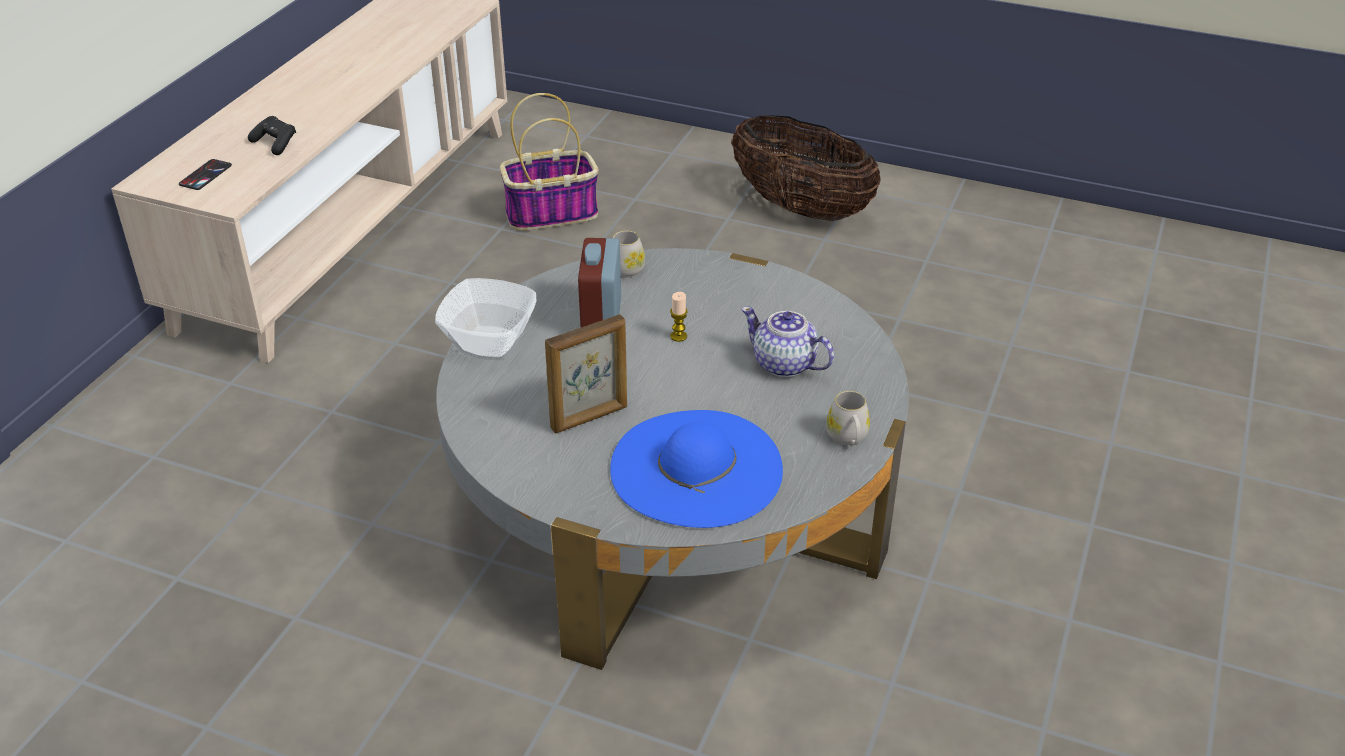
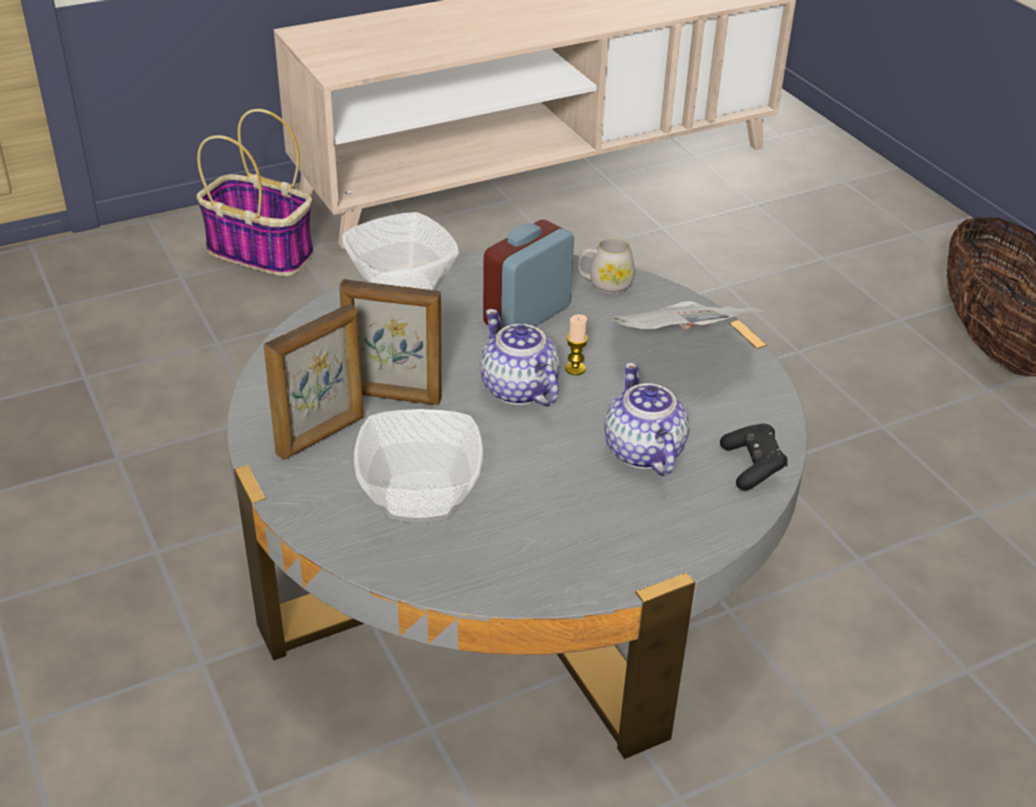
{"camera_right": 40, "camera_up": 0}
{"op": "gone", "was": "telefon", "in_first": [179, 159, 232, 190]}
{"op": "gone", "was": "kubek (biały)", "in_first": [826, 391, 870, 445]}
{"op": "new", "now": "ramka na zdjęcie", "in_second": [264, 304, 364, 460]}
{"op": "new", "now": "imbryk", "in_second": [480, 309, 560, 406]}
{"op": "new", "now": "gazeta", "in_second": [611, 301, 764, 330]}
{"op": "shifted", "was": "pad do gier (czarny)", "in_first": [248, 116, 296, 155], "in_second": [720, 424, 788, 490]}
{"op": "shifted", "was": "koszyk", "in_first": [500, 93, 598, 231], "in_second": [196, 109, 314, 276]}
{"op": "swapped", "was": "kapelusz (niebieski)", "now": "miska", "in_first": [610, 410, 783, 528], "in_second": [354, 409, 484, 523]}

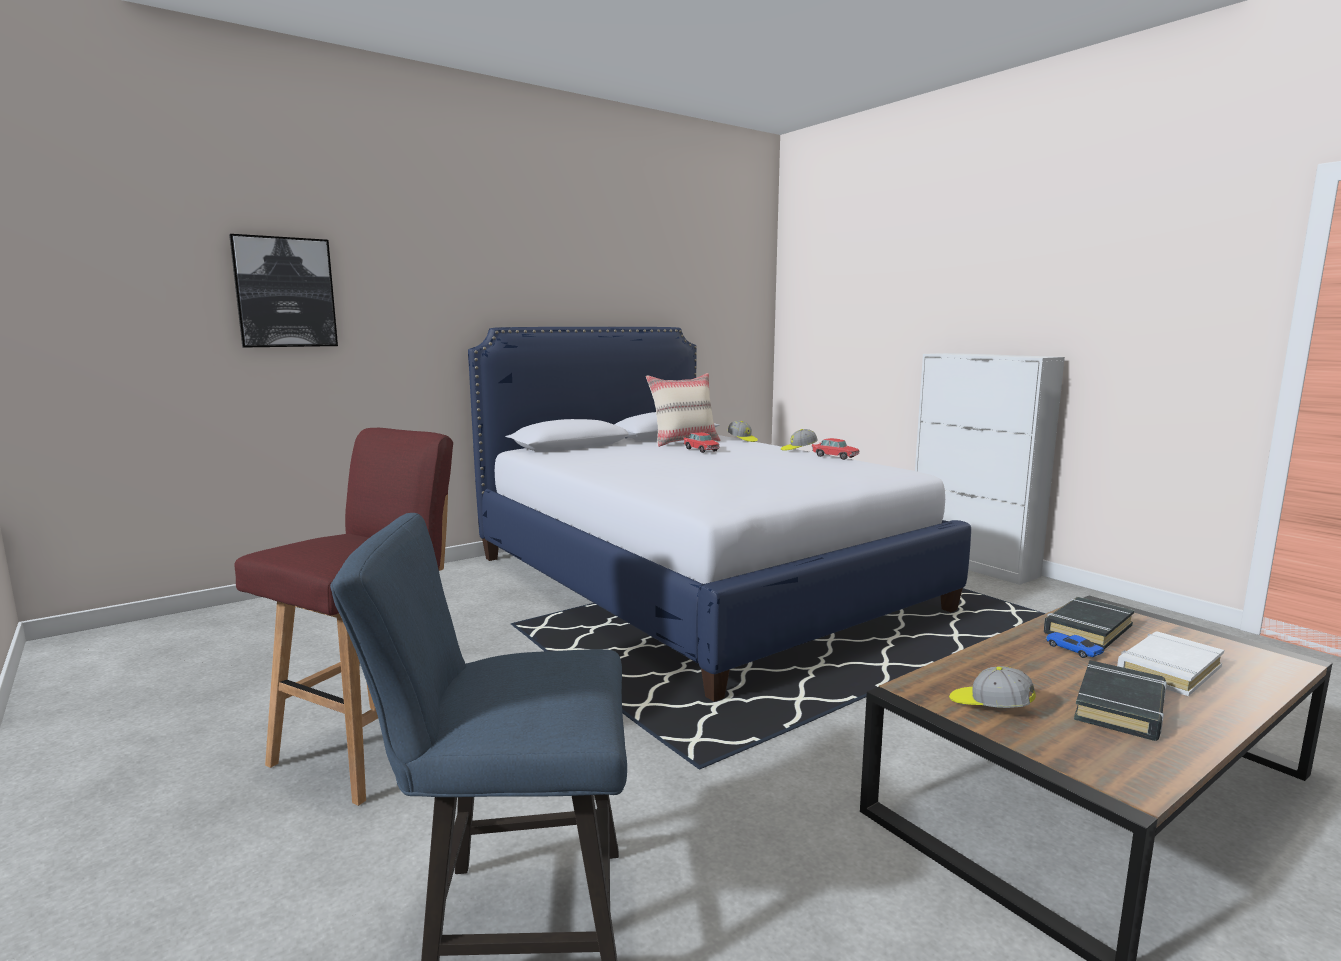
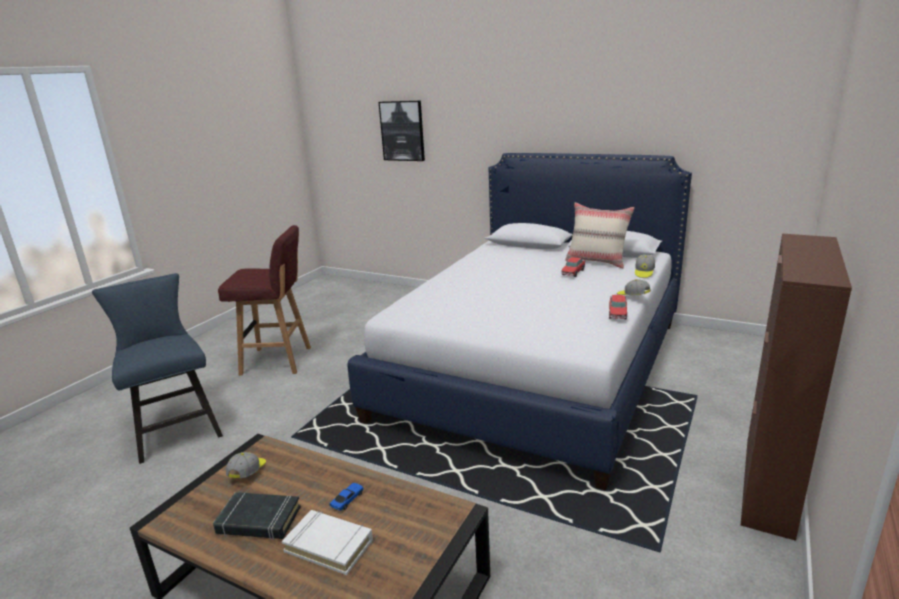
{"camera_right": 65, "camera_up": 10}
{"op": "gone", "was": "książka (czarny)", "in_first": [1044, 597, 1135, 649]}
{"op": "repainted", "was": "szafka (biały)", "now": "szafka (brązowy)", "in_first": [915, 353, 1065, 585], "in_second": [741, 234, 852, 541]}

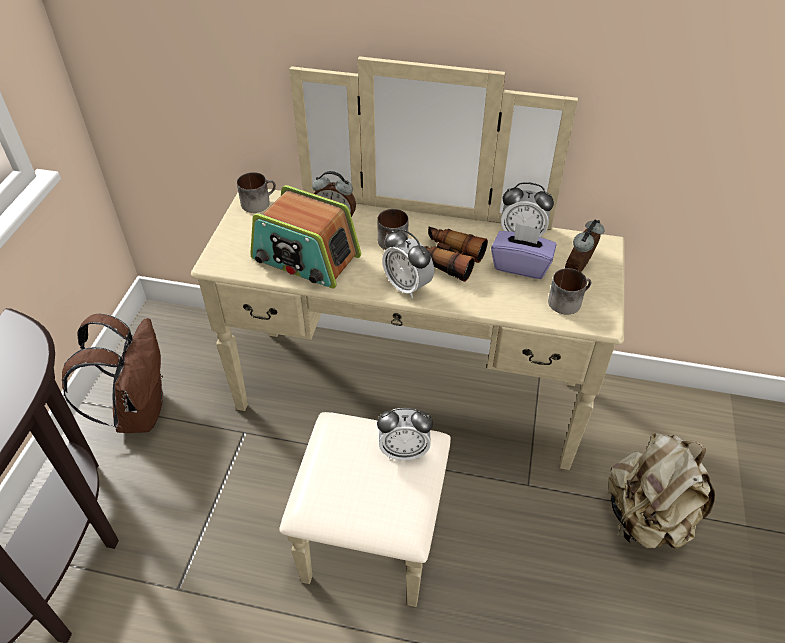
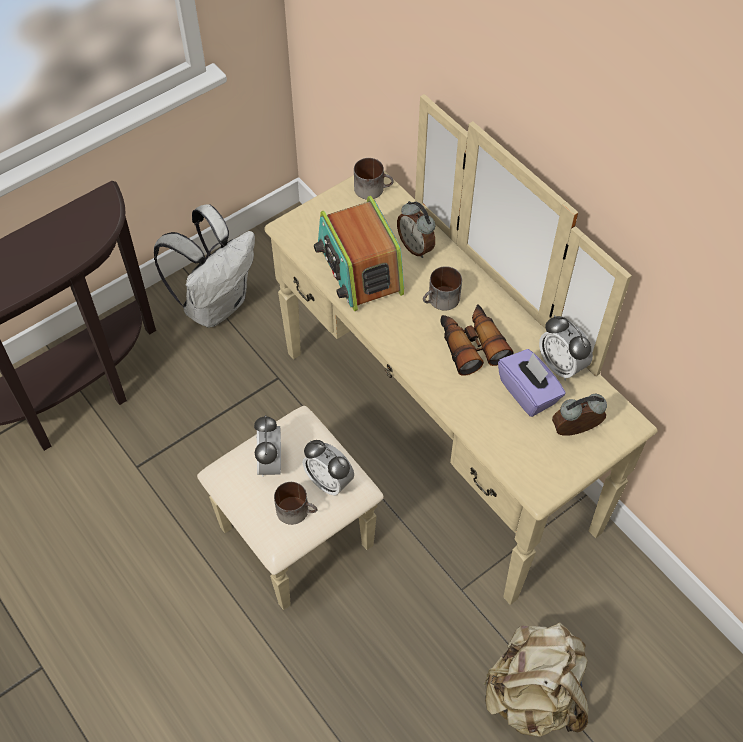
{"camera_right": 40, "camera_up": 10}
{"op": "shifted", "was": "budzik", "in_first": [382, 229, 434, 298], "in_second": [254, 415, 281, 477]}
{"op": "shifted", "was": "kubek", "in_first": [548, 268, 592, 315], "in_second": [274, 482, 317, 525]}
{"op": "repainted", "was": "plecak (brązowy)", "now": "plecak (biały)", "in_first": [62, 314, 163, 433], "in_second": [154, 204, 255, 328]}

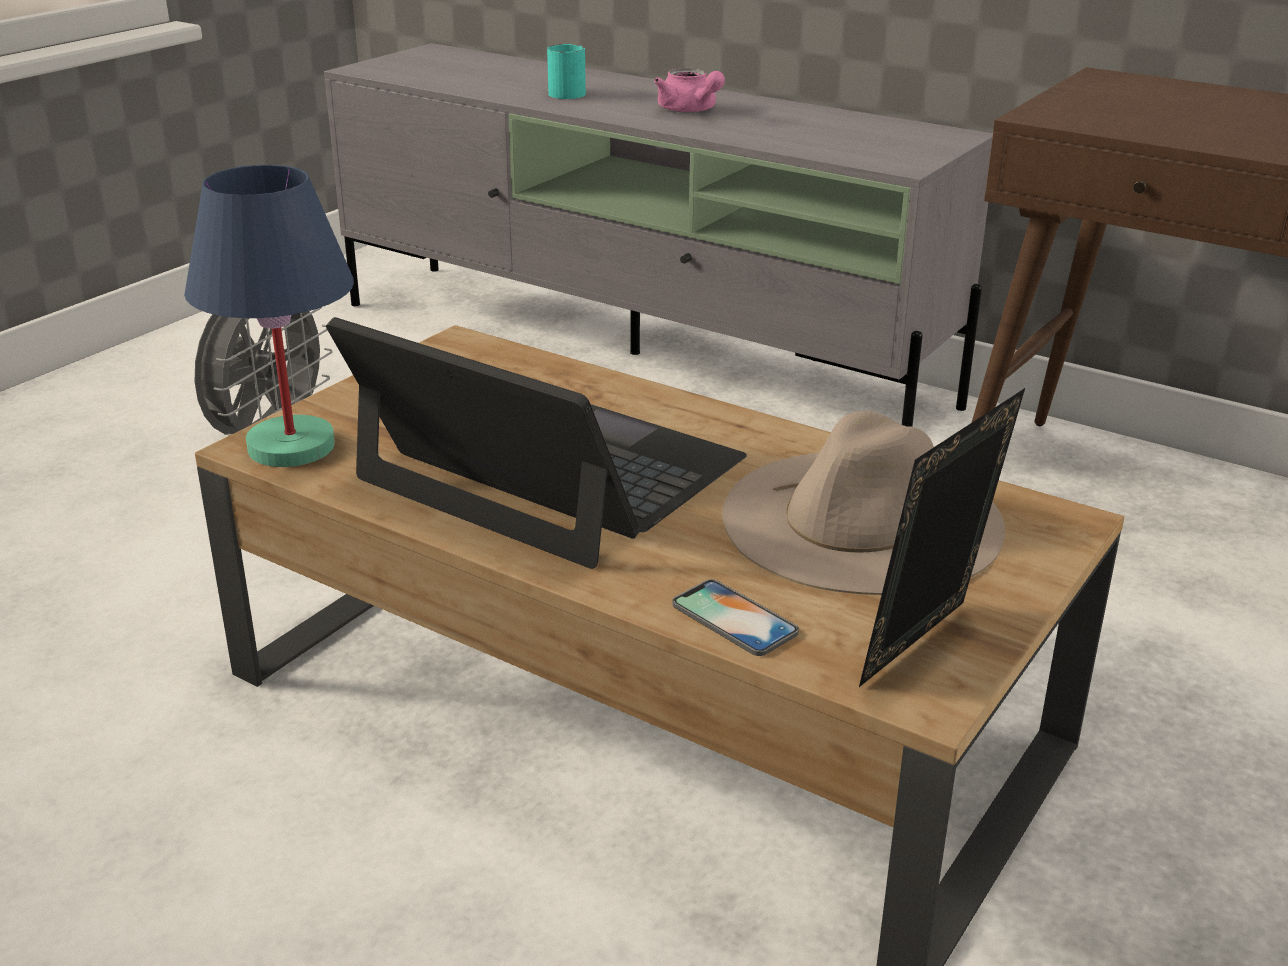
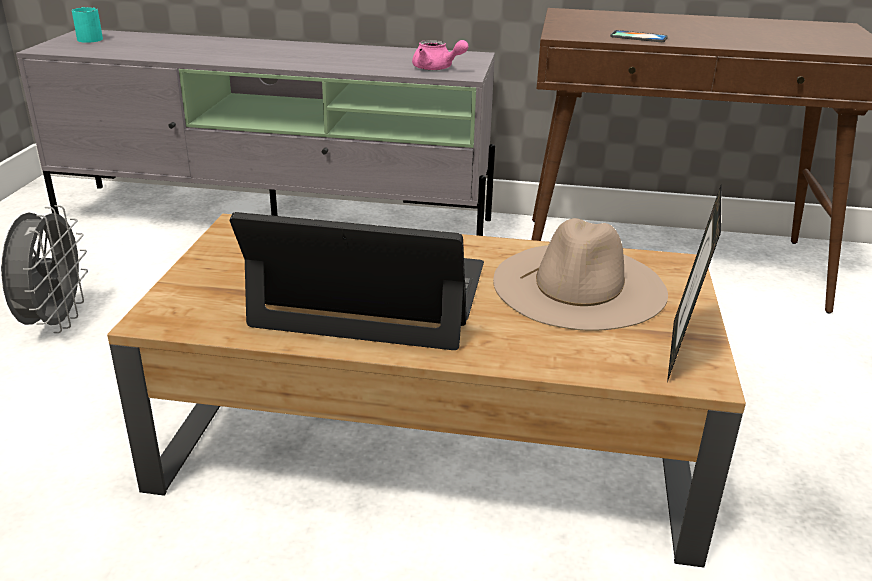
{"camera_right": -25, "camera_up": 0}
{"op": "gone", "was": "lampa stołowa (niebieski)", "in_first": [184, 165, 354, 467]}
{"op": "shifted", "was": "kubek (turkusowy)", "in_first": [547, 44, 586, 99], "in_second": [72, 7, 103, 43]}
{"op": "shifted", "was": "imbryk (różowy)", "in_first": [654, 68, 725, 113], "in_second": [412, 40, 468, 70]}
{"op": "shifted", "was": "telefon", "in_first": [672, 579, 799, 656], "in_second": [610, 30, 668, 42]}

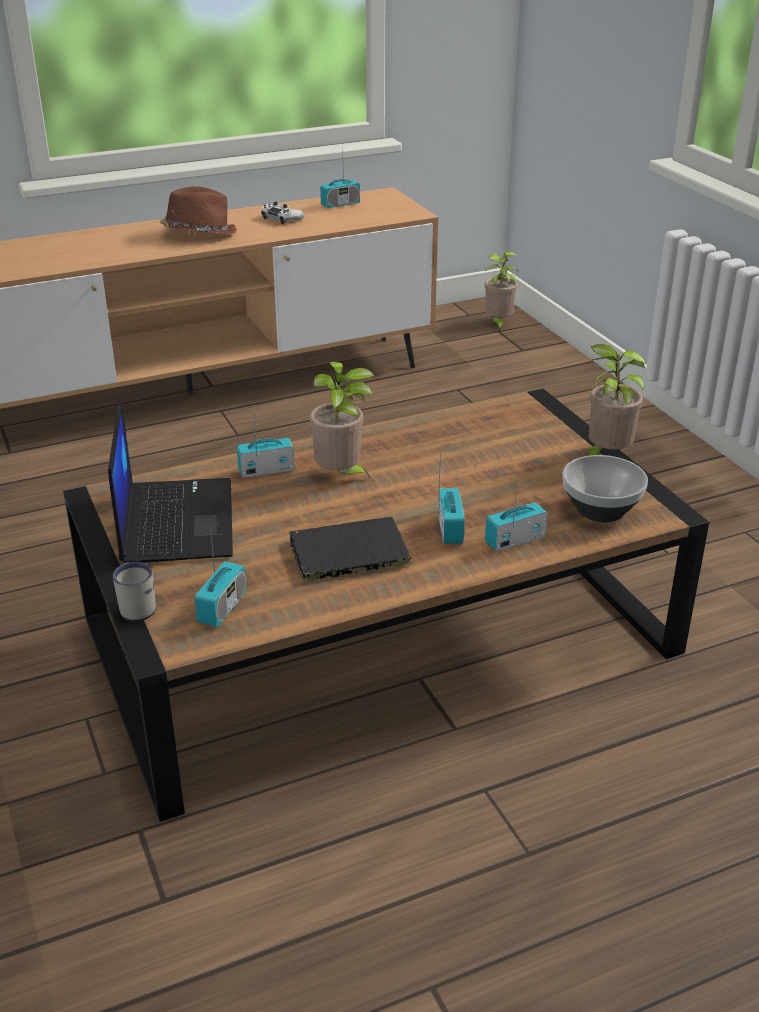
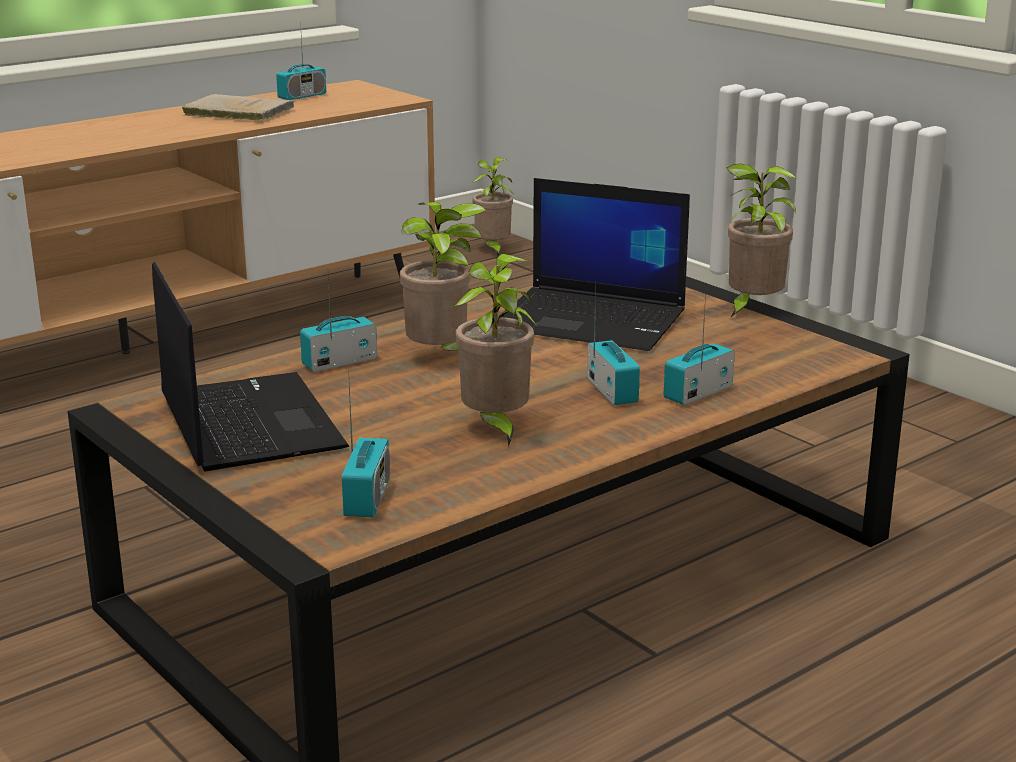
{"camera_right": -15, "camera_up": -10}
{"op": "gone", "was": "kubek (biały)", "in_first": [113, 562, 156, 622]}
{"op": "gone", "was": "kapelusz (brązowy)", "in_first": [159, 186, 237, 234]}
{"op": "gone", "was": "miska", "in_first": [562, 455, 648, 522]}
{"op": "new", "now": "laptop", "in_second": [502, 178, 690, 351]}
{"op": "swapped", "was": "pad do gier (biały)", "now": "książka (beżowy)", "in_first": [261, 201, 305, 224], "in_second": [182, 94, 294, 121]}
{"op": "swapped", "was": "książka (czarny)", "now": "roślina doniczkowa", "in_first": [290, 517, 412, 583], "in_second": [455, 254, 537, 447]}

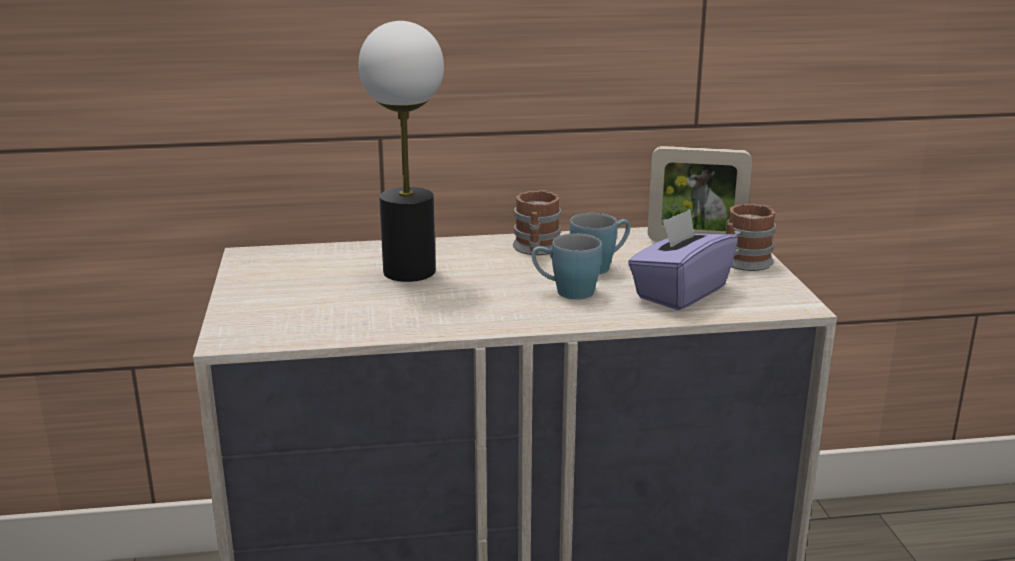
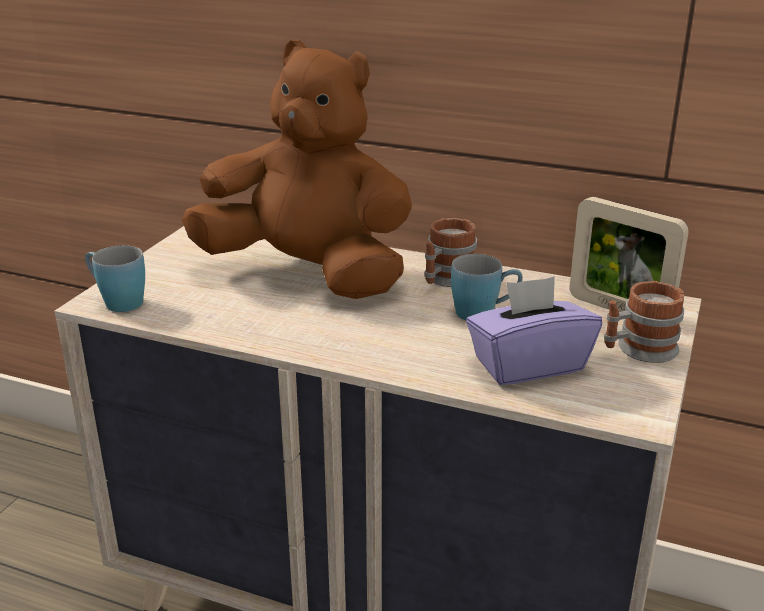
{"camera_right": 30, "camera_up": 5}
{"op": "shifted", "was": "kubek (niebieski)", "in_first": [532, 234, 602, 299], "in_second": [85, 245, 145, 312]}
{"op": "swapped", "was": "lampa stołowa", "now": "pluszak (brązowy)", "in_first": [359, 21, 444, 282], "in_second": [182, 39, 412, 299]}

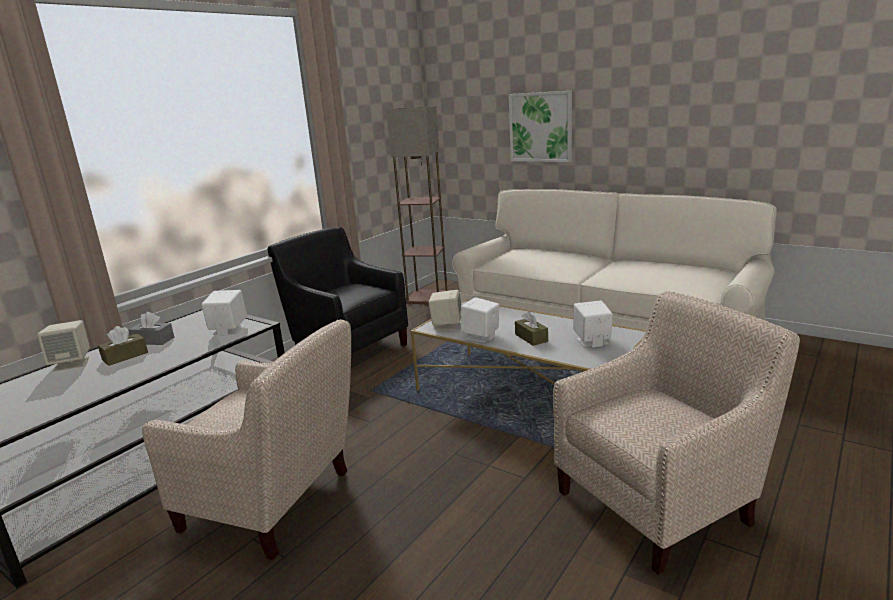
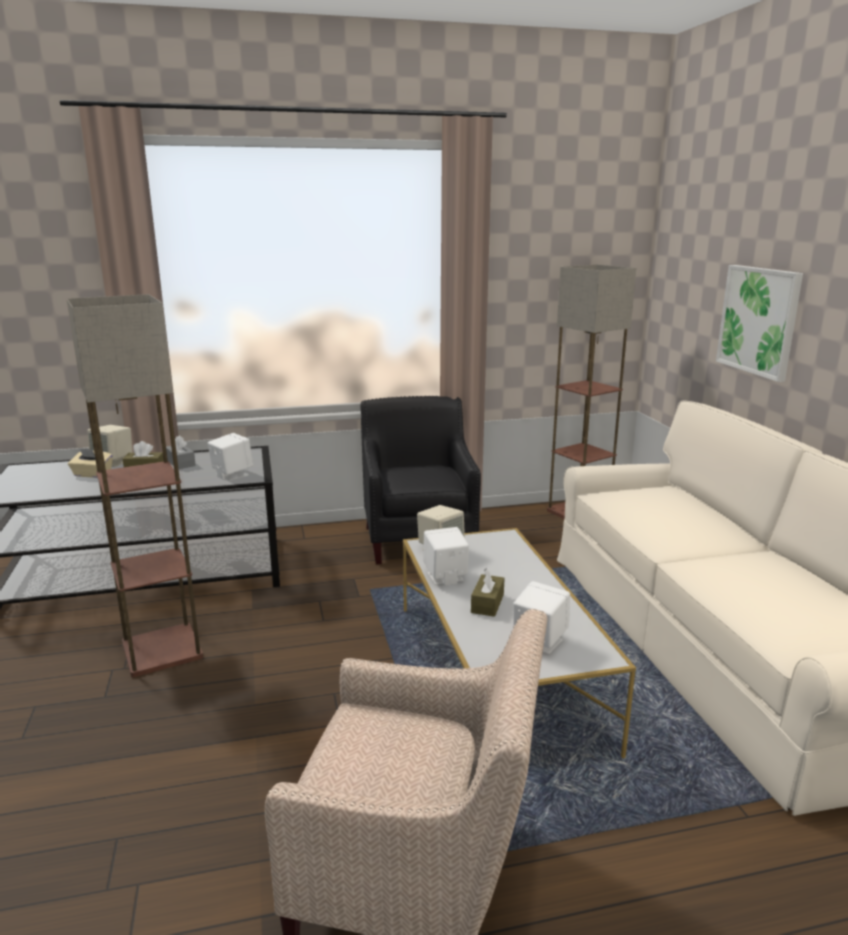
{"camera_right": 40, "camera_up": 0}
{"op": "new", "now": "pudełko chusteczek (beżowy)", "in_second": [68, 448, 113, 478]}
{"op": "swapped", "was": "fotel (beżowy)", "now": "lampa stojąca", "in_first": [142, 319, 351, 560], "in_second": [66, 294, 203, 677]}

